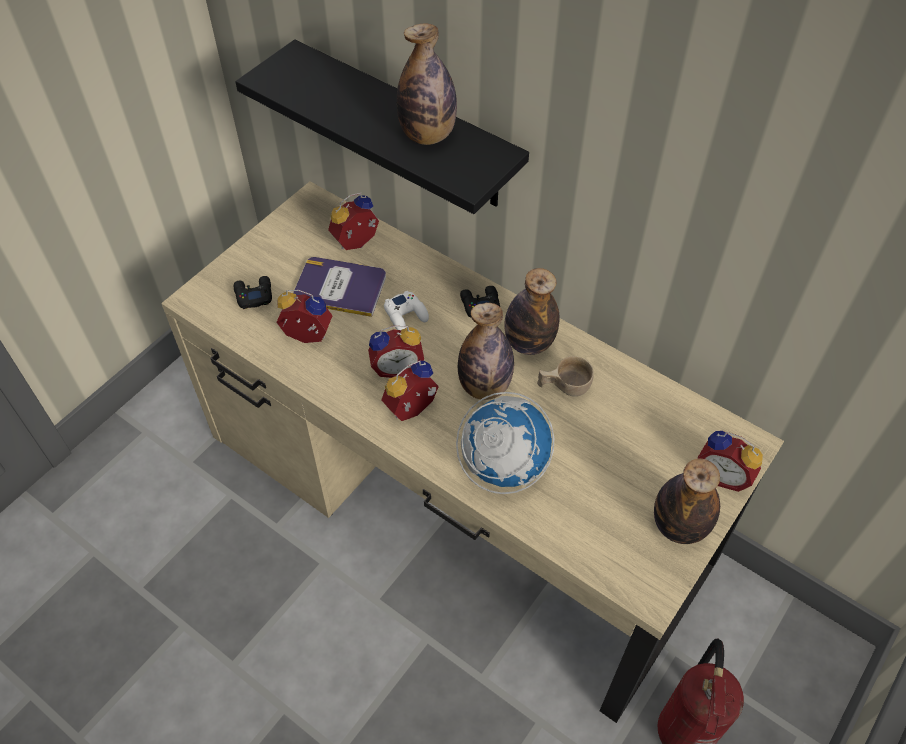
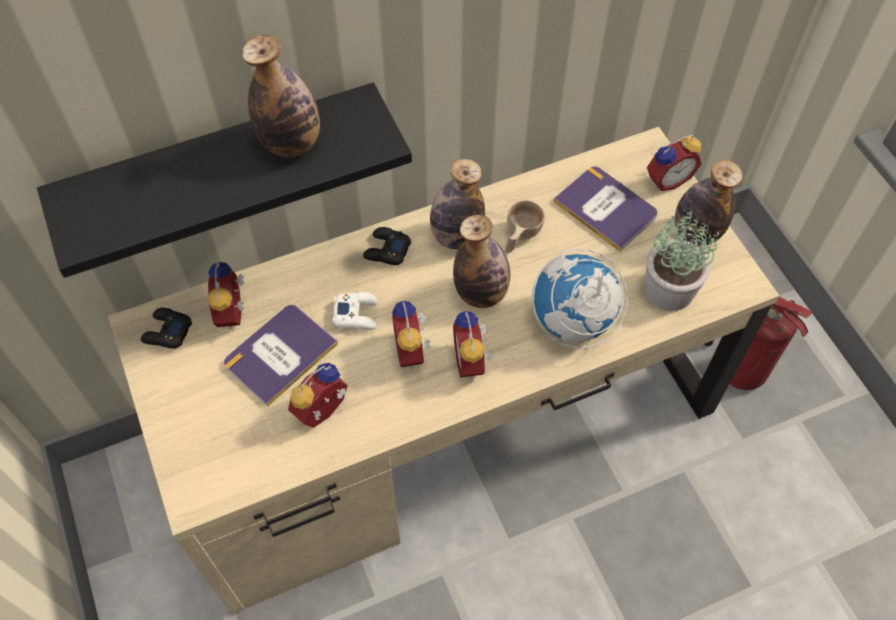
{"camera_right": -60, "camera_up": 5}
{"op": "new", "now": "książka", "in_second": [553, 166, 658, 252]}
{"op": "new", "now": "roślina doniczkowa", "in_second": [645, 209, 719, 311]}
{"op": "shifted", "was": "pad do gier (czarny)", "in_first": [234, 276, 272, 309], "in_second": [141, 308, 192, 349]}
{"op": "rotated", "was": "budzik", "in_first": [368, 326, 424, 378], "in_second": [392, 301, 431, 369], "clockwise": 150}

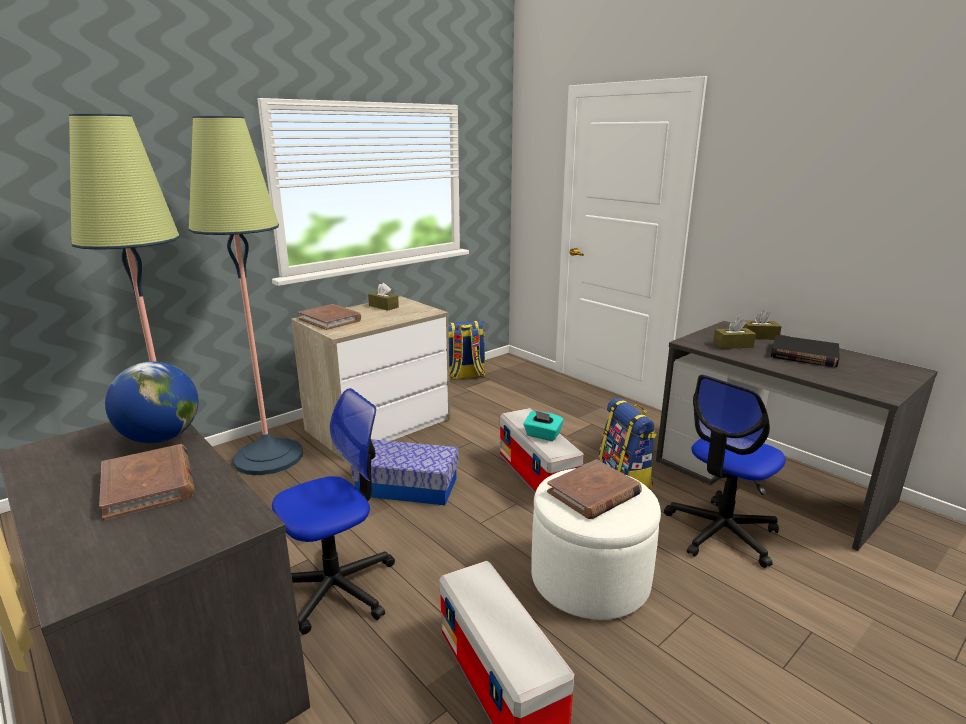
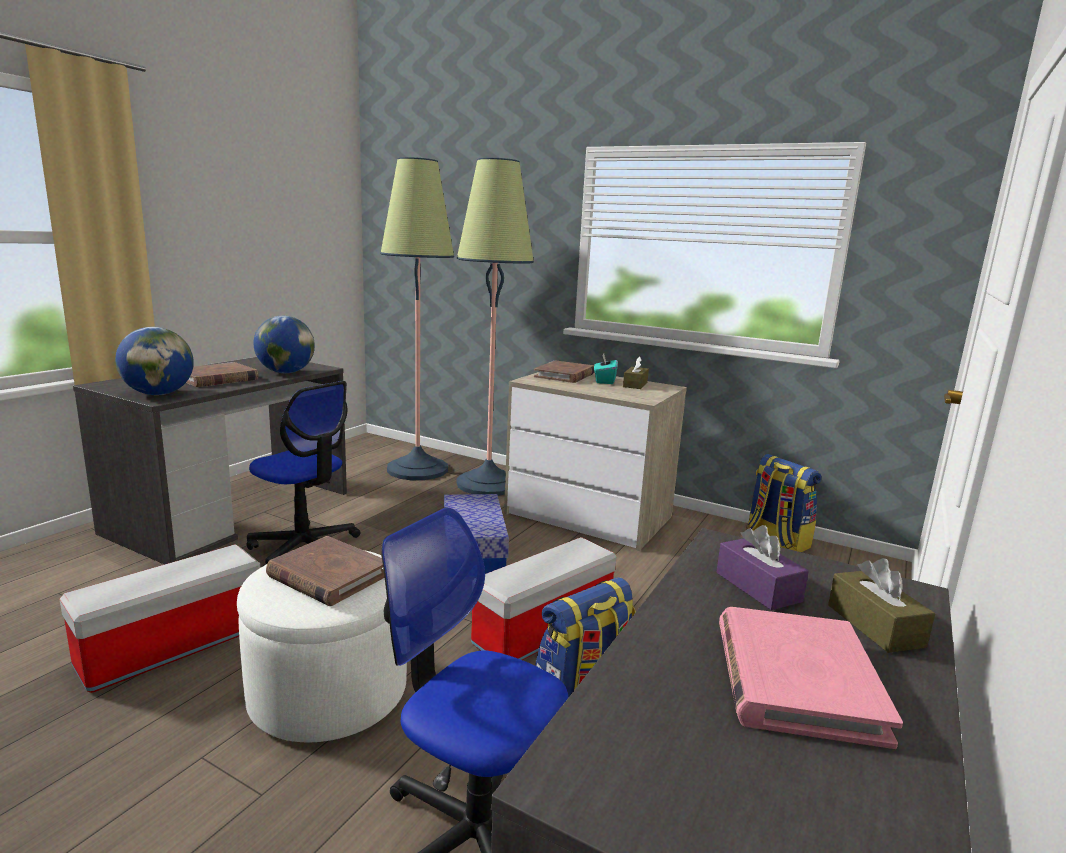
{"camera_right": 70, "camera_up": -5}
{"op": "new", "now": "globus", "in_second": [115, 327, 194, 395]}
{"op": "shifted", "was": "pudełko chusteczek (turkusowy)", "in_first": [524, 410, 564, 441], "in_second": [594, 354, 618, 384]}
{"op": "repainted", "was": "pudełko chusteczek (brązowy)", "now": "pudełko chusteczek (fioletowy)", "in_first": [713, 318, 756, 349], "in_second": [716, 525, 809, 610]}
{"op": "repainted", "was": "książka (czarny)", "now": "książka (różowy)", "in_first": [771, 335, 840, 367], "in_second": [719, 607, 903, 749]}

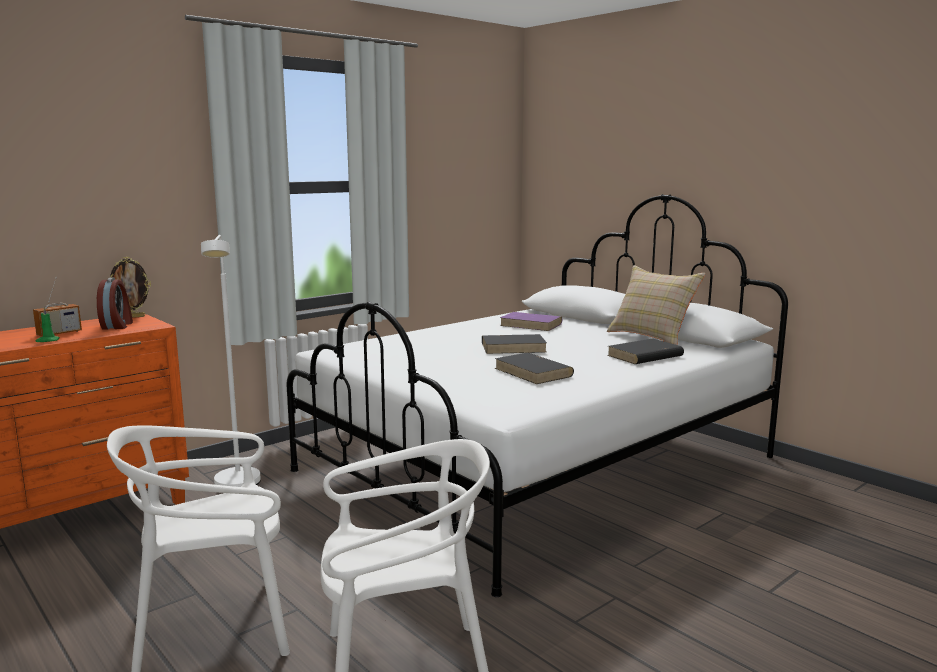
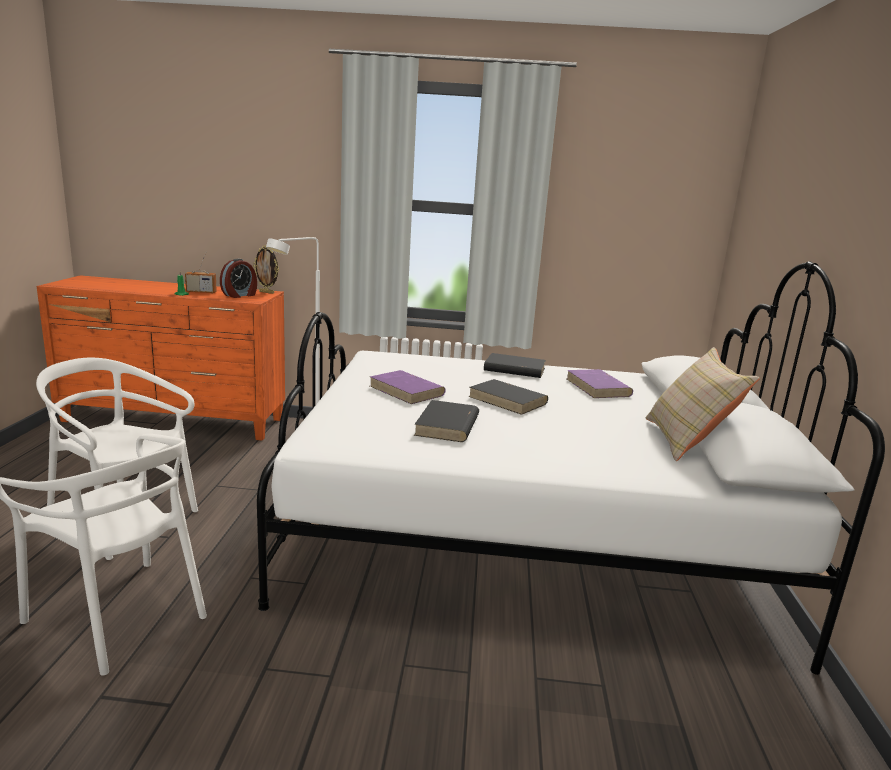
{"camera_right": 45, "camera_up": 5}
{"op": "new", "now": "książka (fioletowy)", "in_second": [370, 370, 446, 404]}
{"op": "shifted", "was": "książka (czarny)", "in_first": [607, 338, 684, 364], "in_second": [484, 353, 546, 378]}

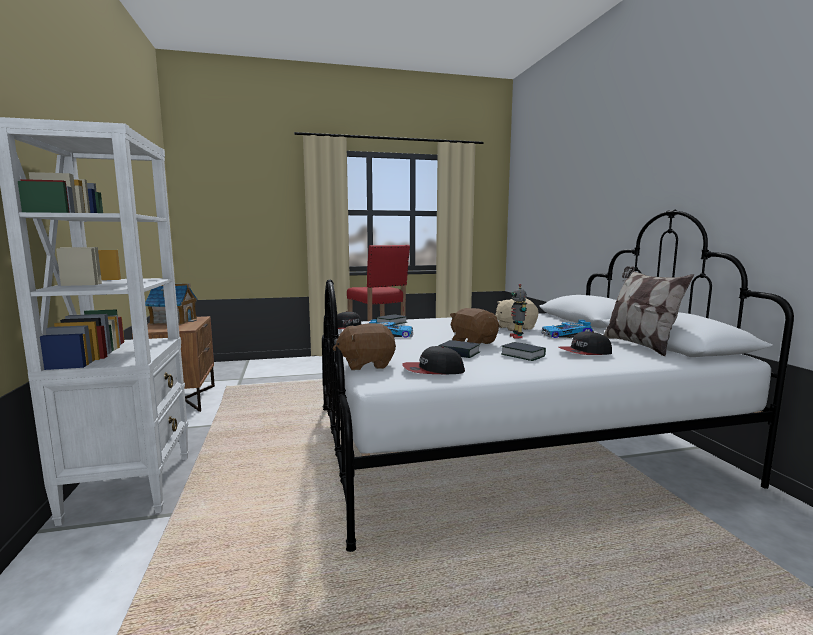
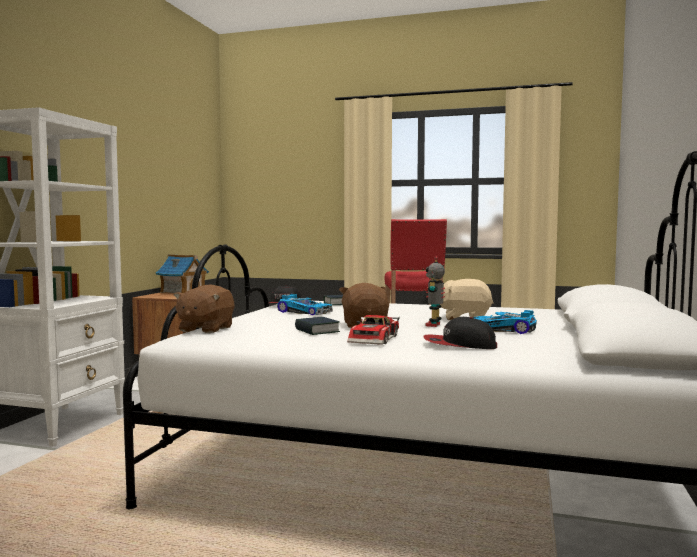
{"camera_right": 30, "camera_up": -5}
{"op": "gone", "was": "czapka z daszkiem", "in_first": [402, 346, 465, 374]}
{"op": "gone", "was": "poduszka", "in_first": [604, 266, 694, 356]}
{"op": "swapped", "was": "książka", "now": "samochodzik", "in_first": [501, 342, 546, 361], "in_second": [347, 315, 400, 345]}
{"op": "rotated", "was": "pluszak (brązowy)", "in_first": [332, 323, 396, 370], "in_second": [174, 285, 235, 333], "clockwise": -90}

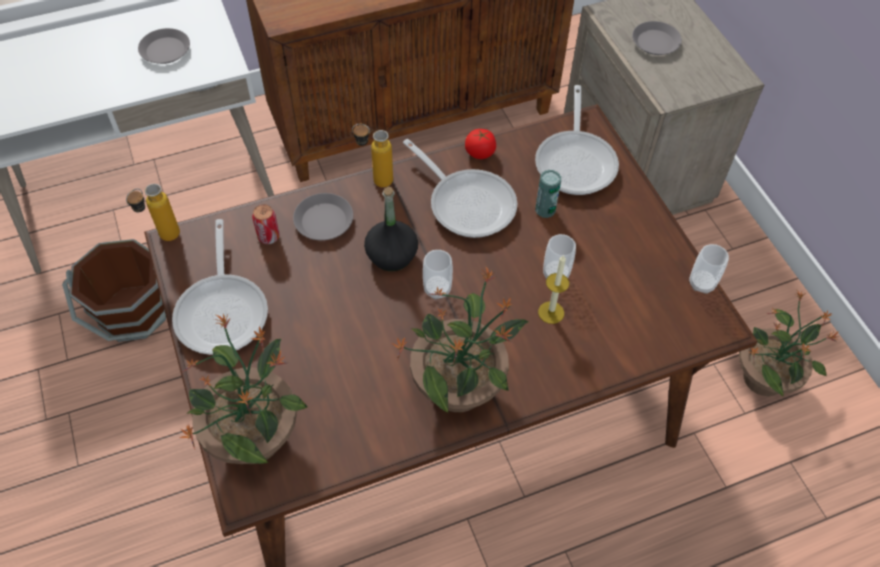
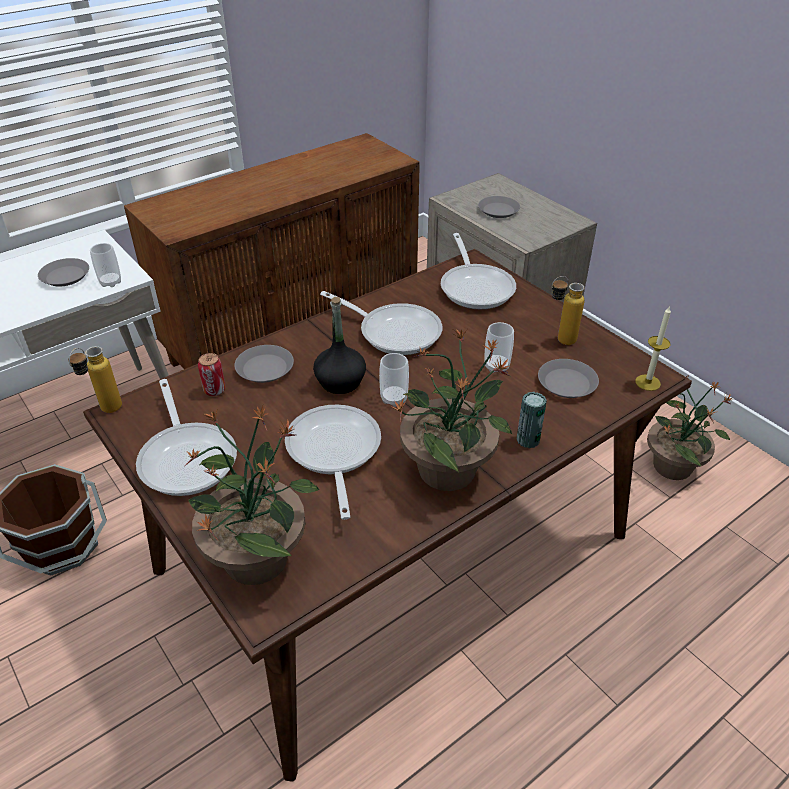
{"camera_right": -15, "camera_up": -15}
{"op": "gone", "was": "pomidor", "in_first": [465, 129, 496, 159]}
{"op": "new", "now": "patelnia", "in_second": [285, 405, 381, 520]}
{"op": "new", "now": "talerz (szary)", "in_second": [538, 359, 599, 398]}
{"op": "shifted", "was": "butelka", "in_first": [352, 124, 393, 188], "in_second": [552, 276, 585, 345]}
{"op": "shifted", "was": "puszka", "in_first": [535, 170, 561, 218], "in_second": [517, 392, 547, 448]}
{"op": "shifted", "was": "świeca", "in_first": [538, 255, 569, 324], "in_second": [635, 306, 671, 391]}
{"op": "shifted", "was": "filiżanka", "in_first": [689, 244, 729, 294], "in_second": [90, 243, 121, 287]}

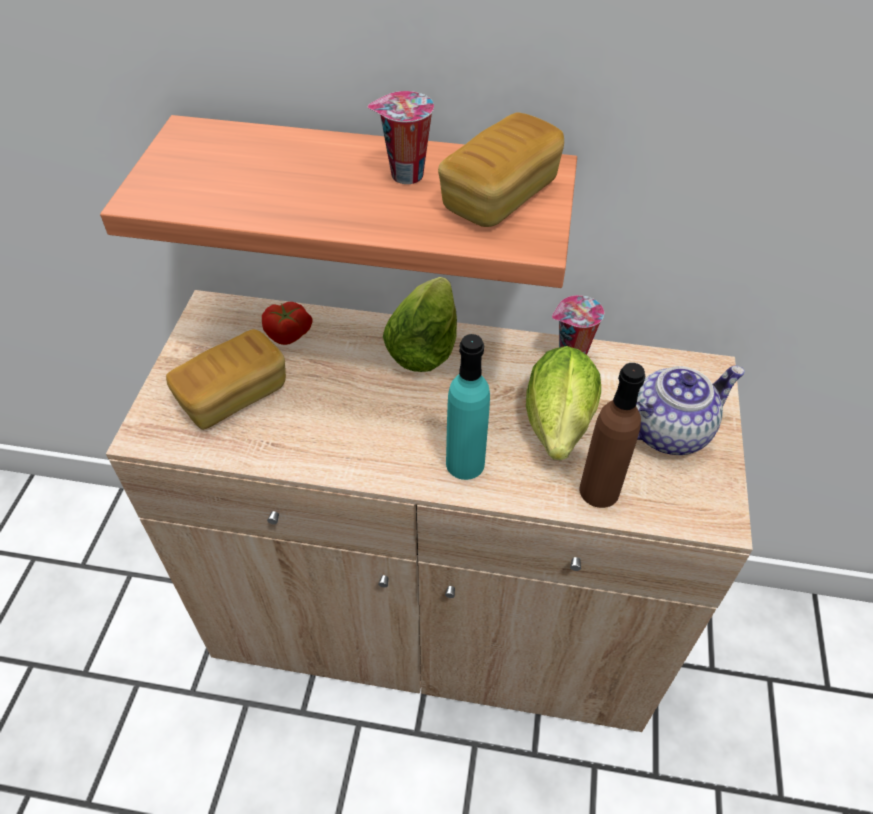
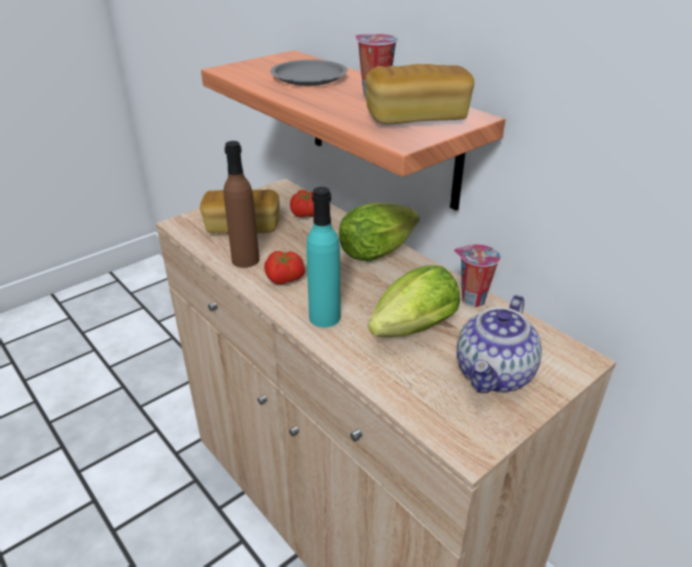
{"camera_right": 40, "camera_up": -15}
{"op": "new", "now": "pomidor", "in_second": [264, 251, 305, 284]}
{"op": "new", "now": "talerz (szary)", "in_second": [270, 60, 348, 86]}
{"op": "shifted", "was": "butelka (brązowy)", "in_first": [579, 363, 646, 508], "in_second": [224, 141, 259, 268]}
{"op": "rotated", "was": "imbryk", "in_first": [636, 366, 745, 455], "in_second": [457, 295, 542, 393], "clockwise": 105}

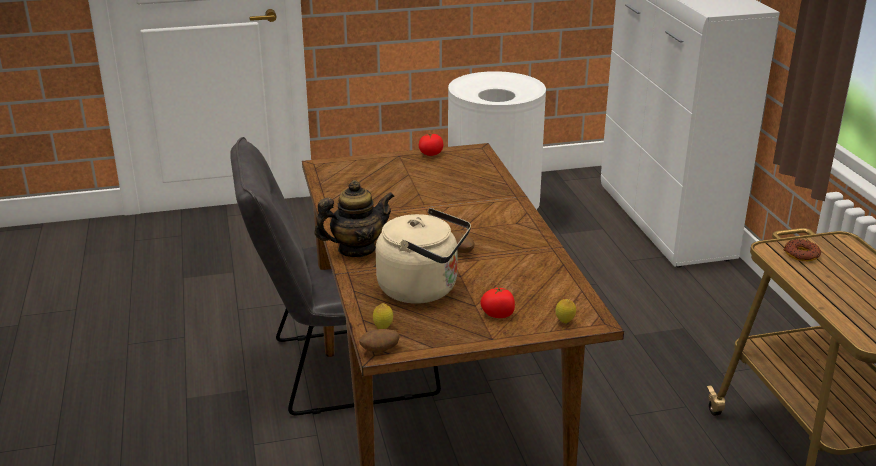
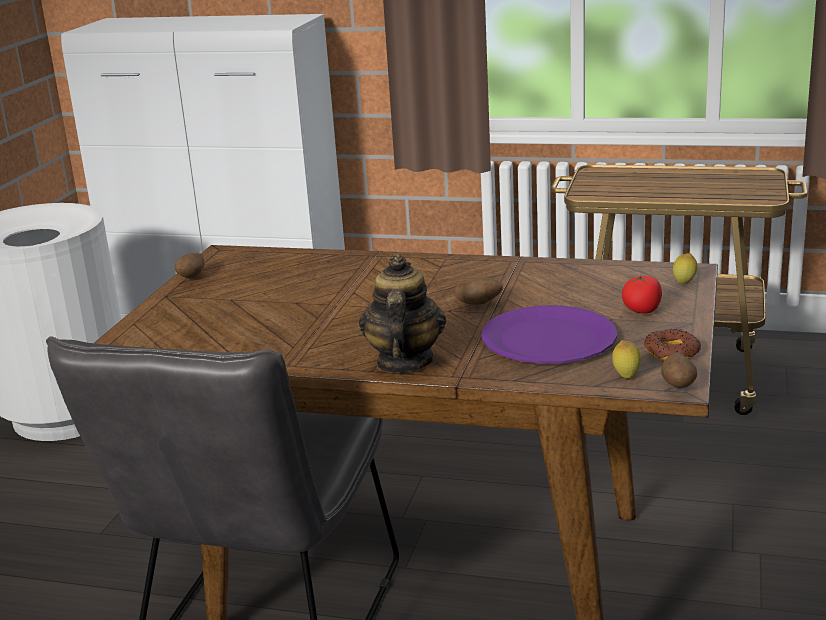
{"camera_right": -60, "camera_up": -5}
{"op": "shifted", "was": "donut", "in_first": [784, 239, 821, 261], "in_second": [644, 329, 701, 361]}
{"op": "swapped", "was": "czajnik (beżowy)", "now": "talerz (fioletowy)", "in_first": [376, 208, 471, 304], "in_second": [482, 305, 617, 363]}
{"op": "swapped", "was": "pomidor", "now": "ziemniak", "in_first": [419, 133, 443, 156], "in_second": [175, 253, 205, 279]}

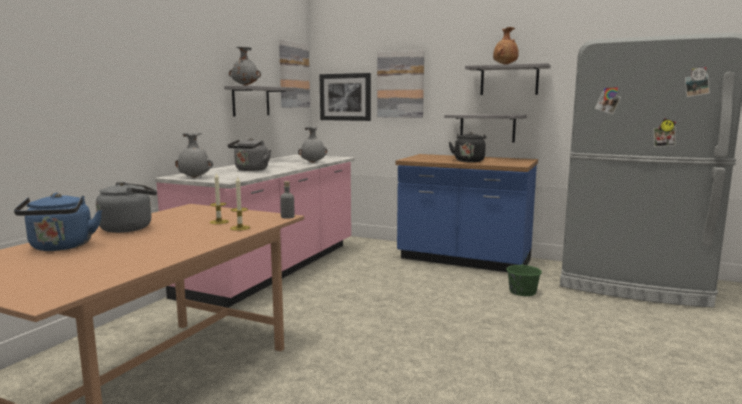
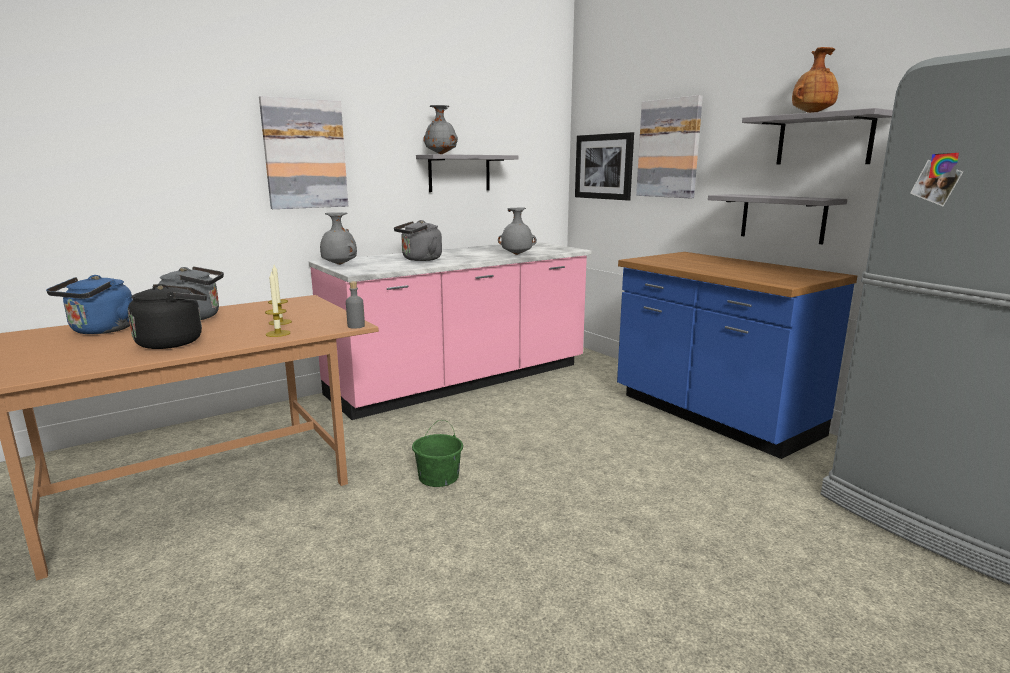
{"camera_right": 30, "camera_up": 5}
{"op": "shifted", "was": "obraz", "in_first": [279, 40, 310, 108], "in_second": [259, 96, 348, 209]}
{"op": "shifted", "was": "czajnik (czarny)", "in_first": [449, 132, 486, 162], "in_second": [128, 284, 207, 349]}
{"op": "shifted", "was": "wiadro (zielony)", "in_first": [507, 253, 542, 296], "in_second": [412, 420, 463, 487]}

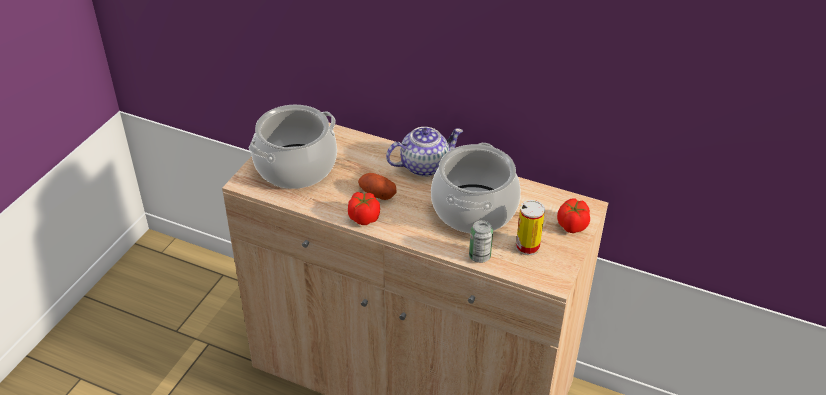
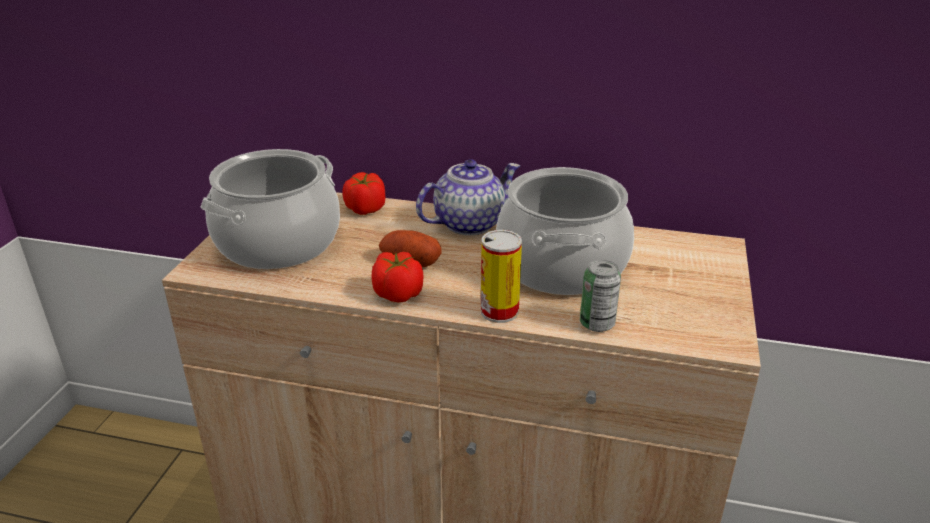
{"camera_right": -10, "camera_up": -10}
{"op": "shifted", "was": "puszka", "in_first": [516, 200, 545, 255], "in_second": [481, 230, 522, 323]}
{"op": "shifted", "was": "pomidor", "in_first": [557, 199, 590, 233], "in_second": [343, 172, 385, 215]}

